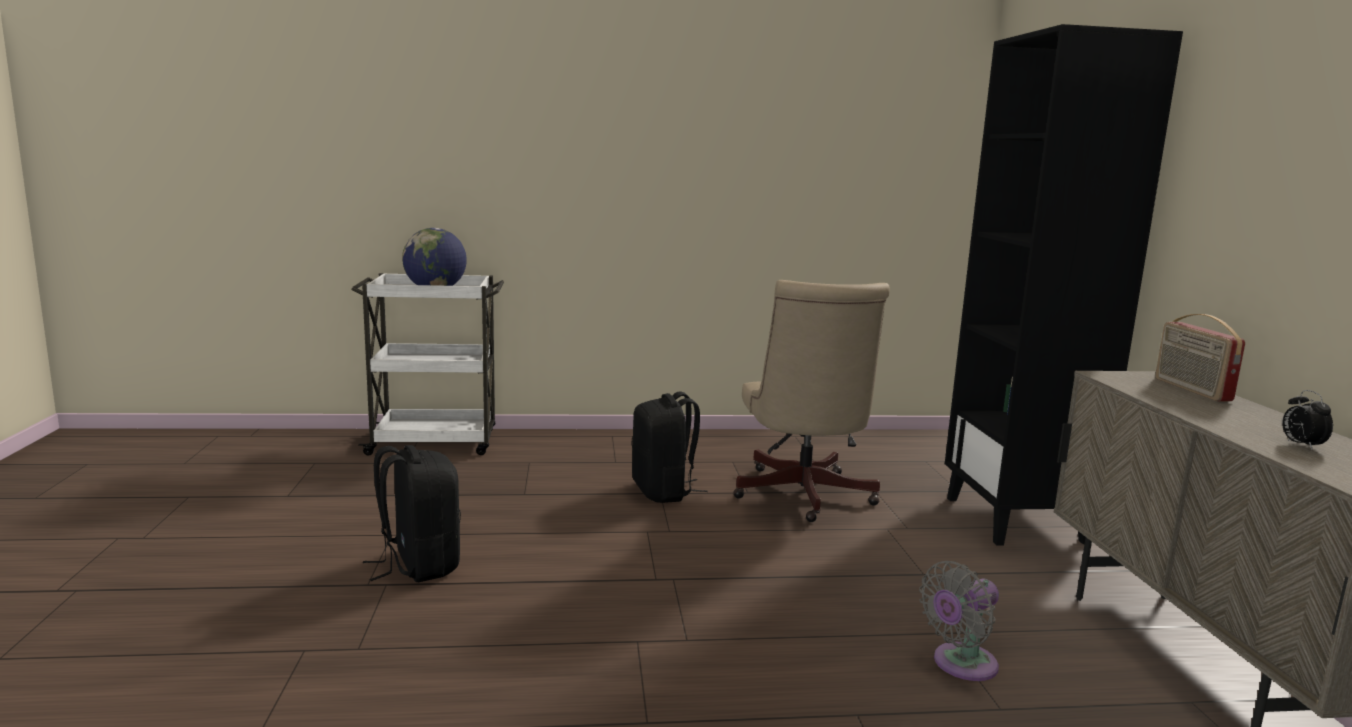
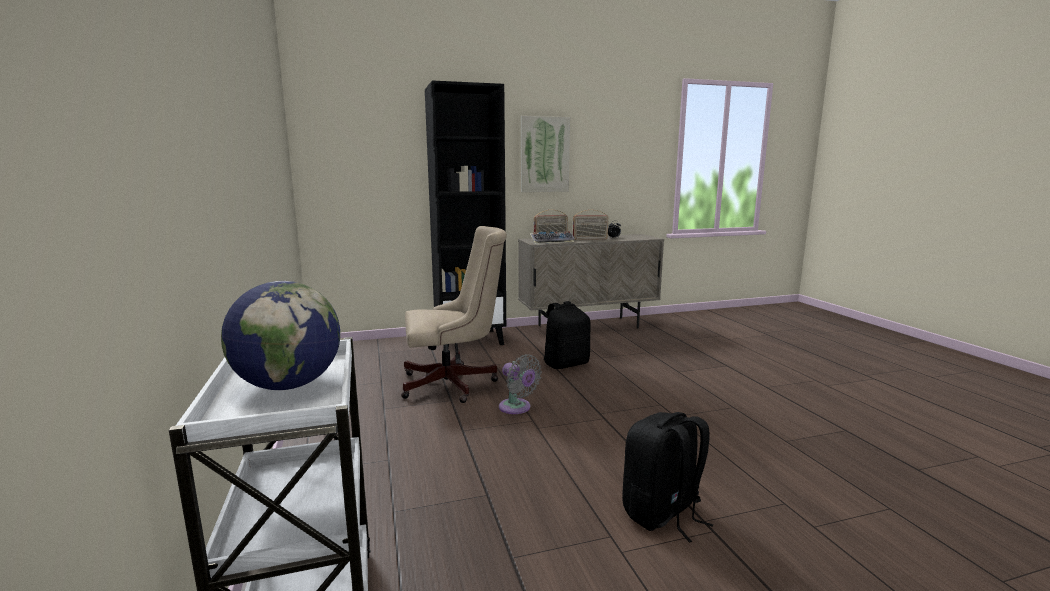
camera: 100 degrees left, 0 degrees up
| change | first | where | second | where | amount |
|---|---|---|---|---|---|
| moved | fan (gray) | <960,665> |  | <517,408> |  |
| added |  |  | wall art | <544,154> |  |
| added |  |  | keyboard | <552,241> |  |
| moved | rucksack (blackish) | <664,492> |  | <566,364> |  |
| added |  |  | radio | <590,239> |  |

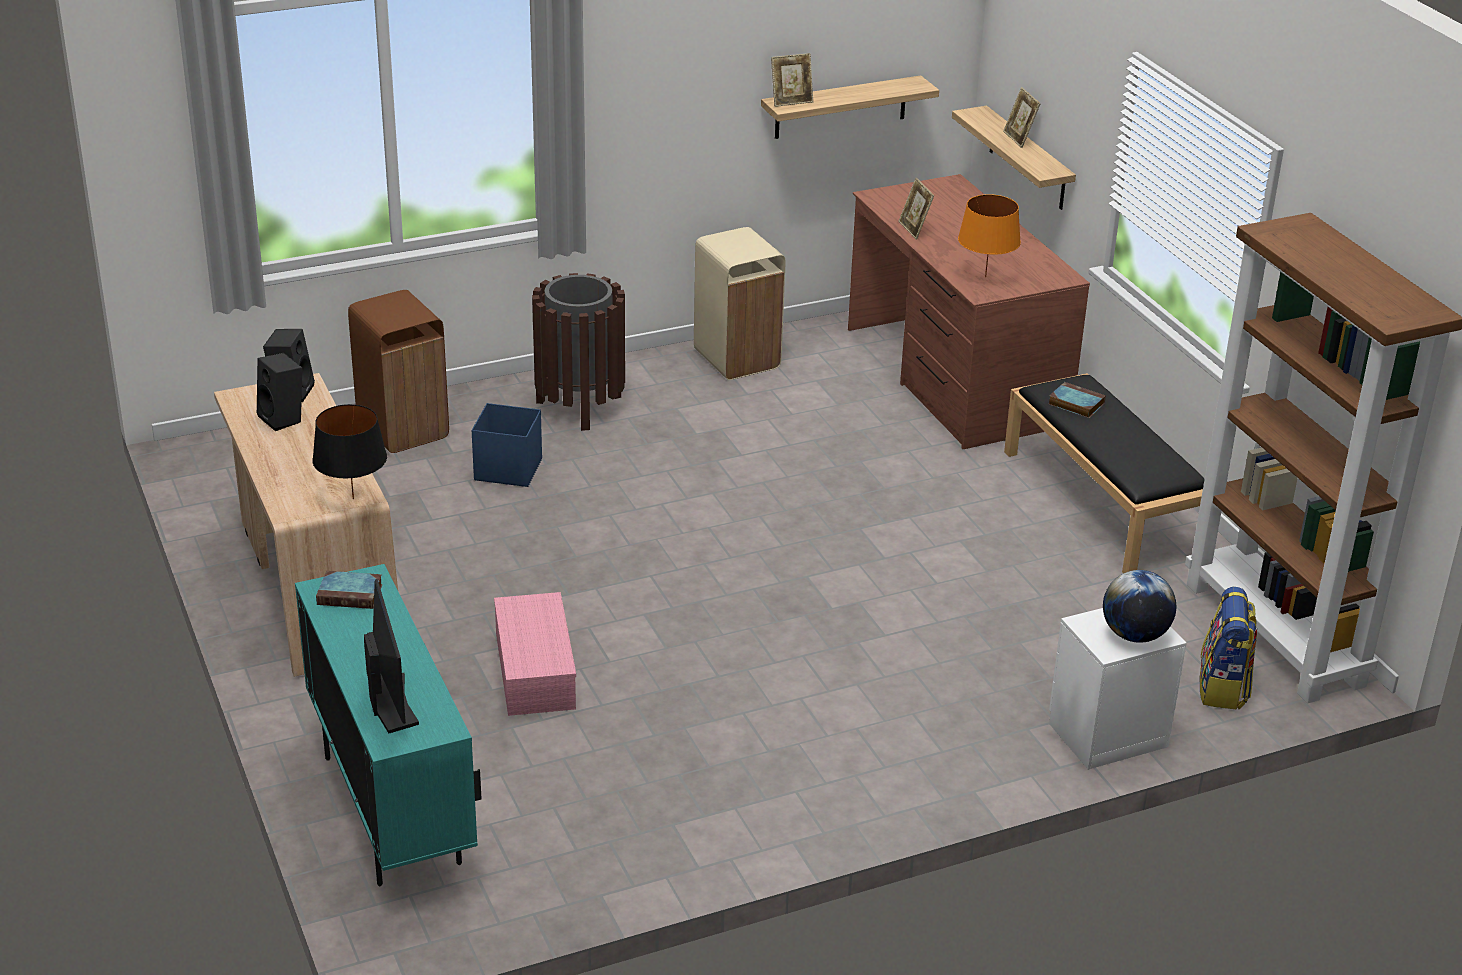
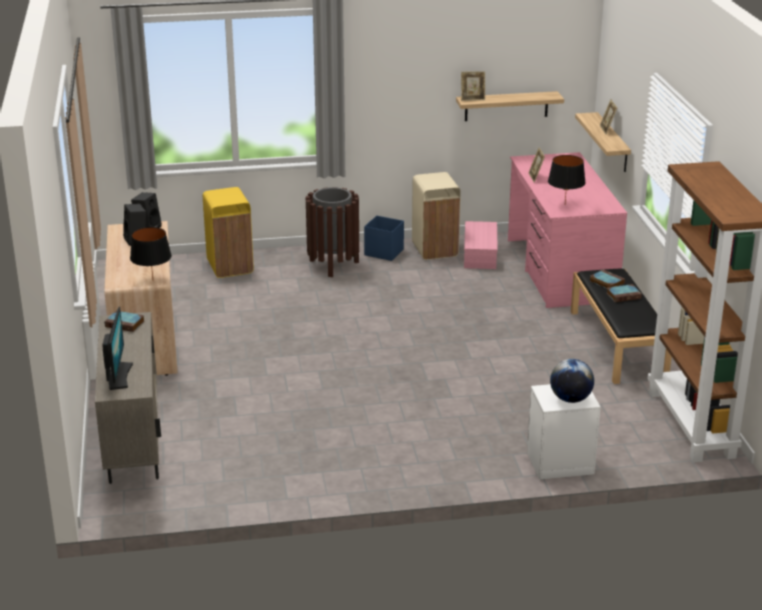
camera: 15 degrees right, 5 degrees down
| change | first | where | second | where | amount |
|---|---|---|---|---|---|
| recoloured | storage cabinet (blue-green) | <391,809> | storage cabinet (beige-coloured) | <134,448> |  |
| recoloured | rubbish bin (brown-coloured) | <403,428> | rubbish bin (yellowish) | <230,266> |  |
| moved | storage container (blue) | <507,469> |  | <383,252> |  |
| moved | storage container (pink-coloured) | <533,669> |  | <479,254> |  |
| recoloured | desk table (brown-coloured) | <954,376> | desk table (pink-coloured) | <560,270> |  |
| recoloured | lamp for a table (orange-coloured) | <985,277> | lamp for a table (blackish) | <564,204> |  |
| added |  |  | book | <624,295> |  |
| removed | rucksack | <1223,688> |  |  |  |

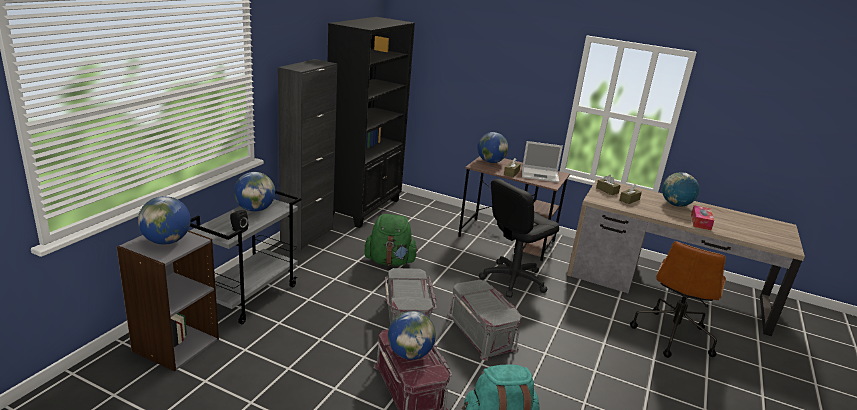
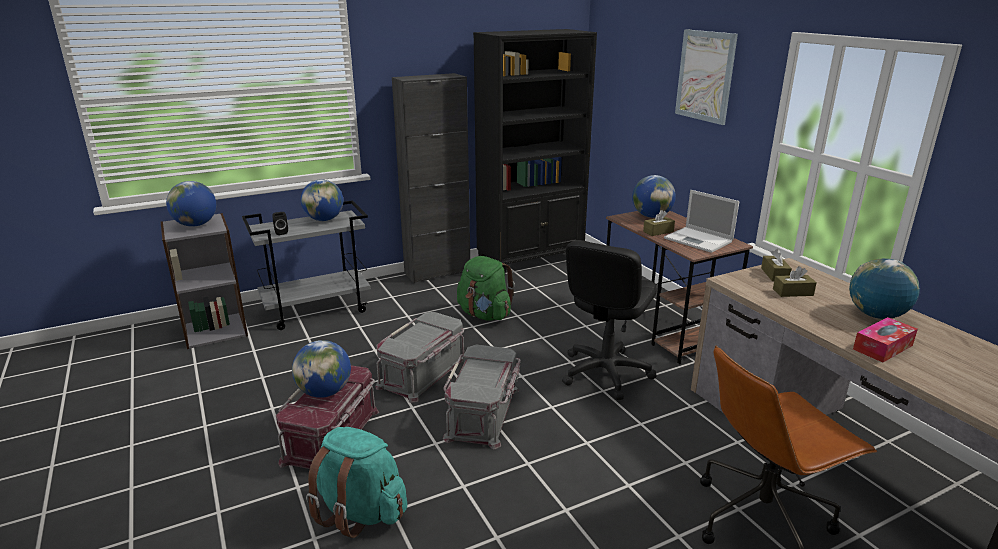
camera: 40 degrees right, 0 degrees up
| change | first | where | second | where | amount |
|---|---|---|---|---|---|
| turned | desk chair (blackish) | <513,280> |  | <605,373> | 60 degrees counterclockwise |
| added |  |  | wall art | <705,76> |  |

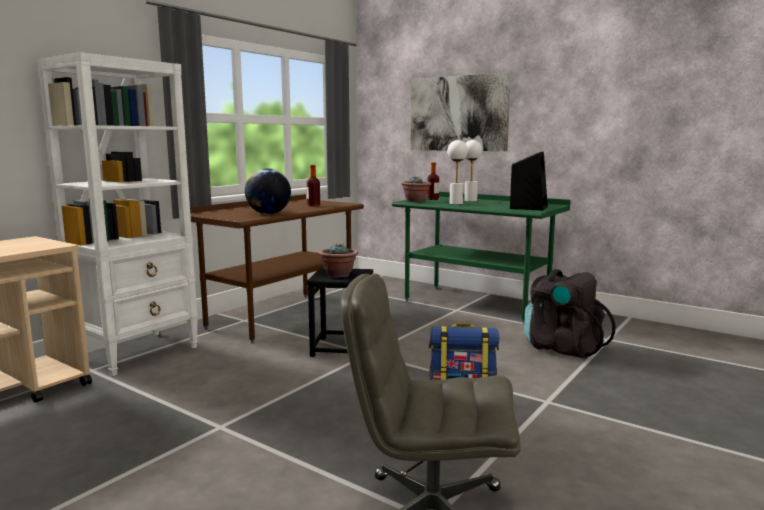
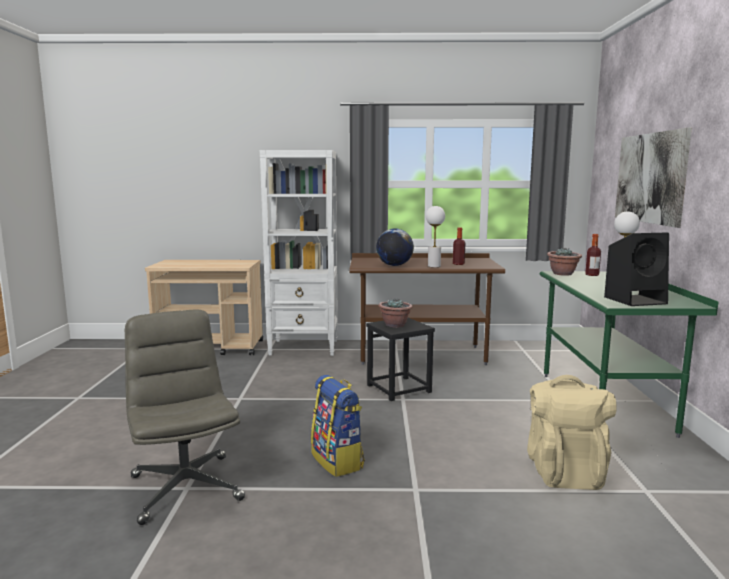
camera: 55 degrees right, 0 degrees up
| change | first | where | second | where | amount |
|---|---|---|---|---|---|
| moved | lamp for a table (white-coloured) | <456,203> |  | <434,266> |  |
| recoloured | rucksack (blackish) | <562,348> | rucksack (beige-coloured) | <564,470> |  |

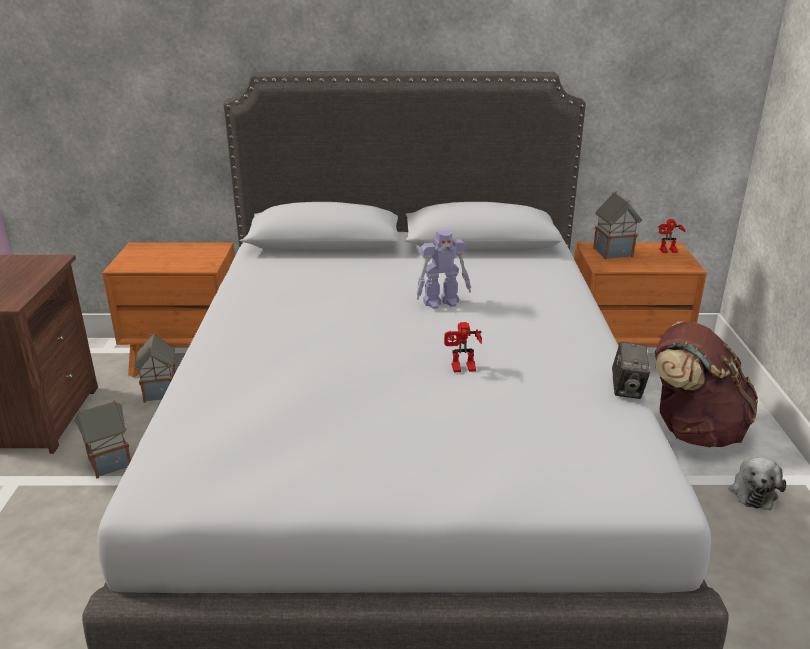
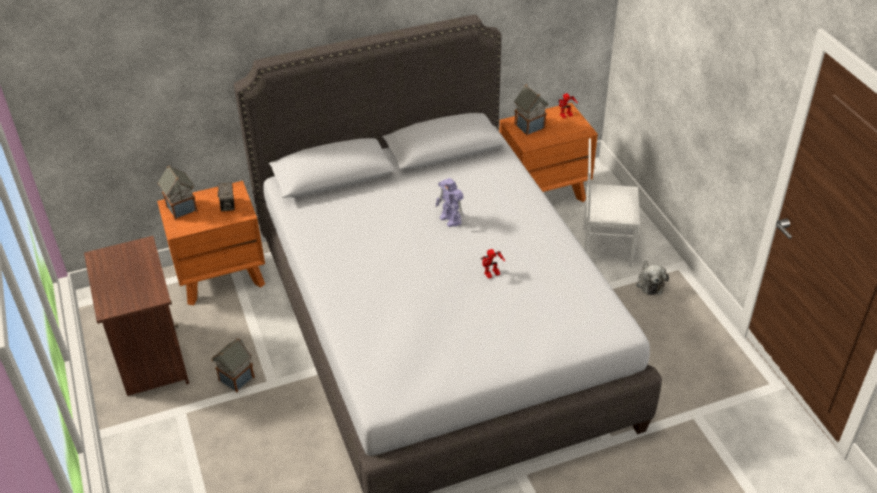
camera: 20 degrees left, 15 degrees up
| change | first | where | second | where | amount |
|---|---|---|---|---|---|
| moved | model house | <160,392> |  | <181,208> |  |
| moved | photo camera | <627,389> |  | <228,205> |  |
| turned | toy robot | <442,302> |  | <450,220> | 90 degrees clockwise |
| replaced | rucksack (brown-coloured) | <693,430> | plain chair (white-coloured) | <605,246> |  |

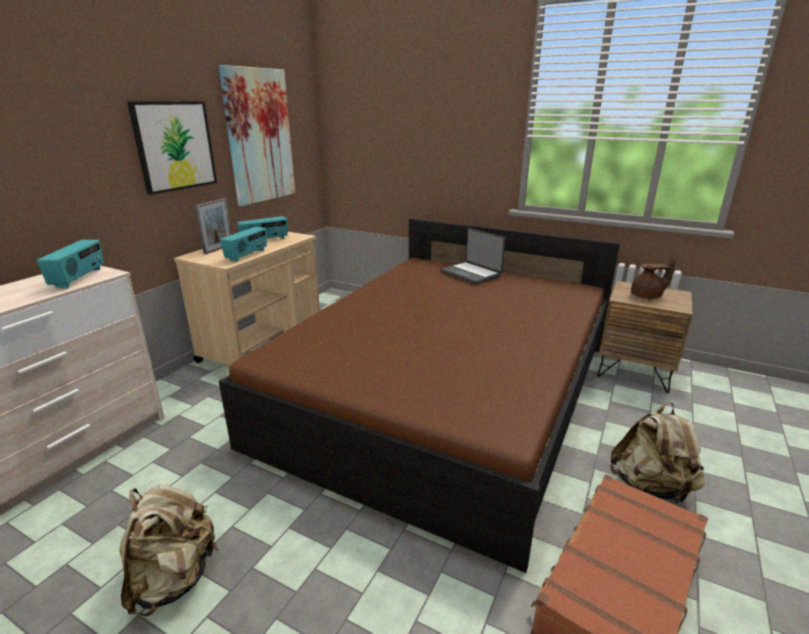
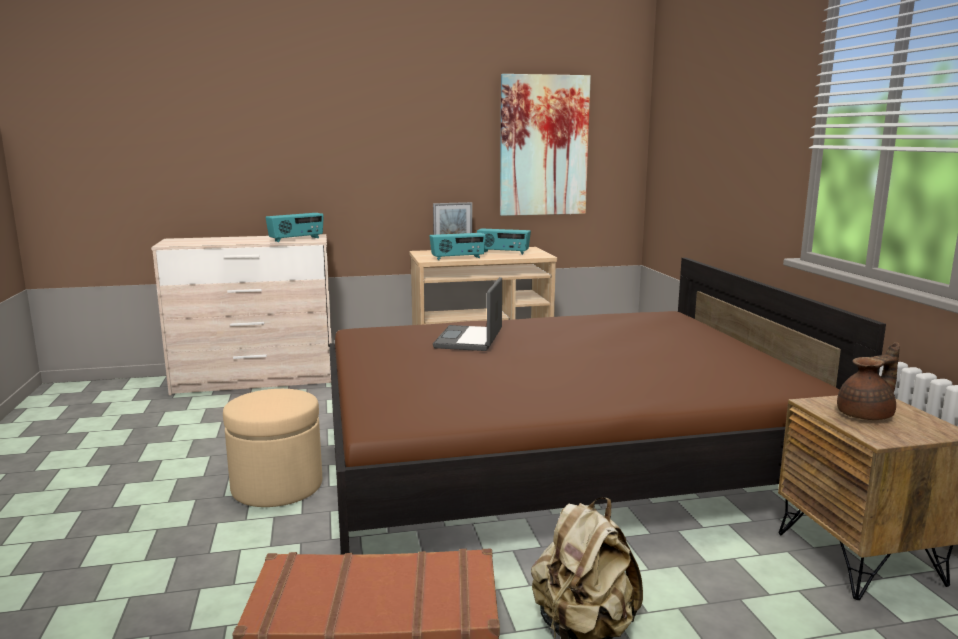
camera: 50 degrees right, 10 degrees down
| change | first | where | second | where | amount |
|---|---|---|---|---|---|
| added |  |  | pouffe (beige-coloured) | <277,486> |  |
| moved | portable computer | <472,273> |  | <470,340> |  |
| turned | teapot (brown-coloured) | <647,296> |  | <867,415> | 75 degrees counterclockwise |
| removed | rucksack (beige-coloured) | <174,578> |  |  |  |
| removed | wall art | <174,146> |  |  |  |

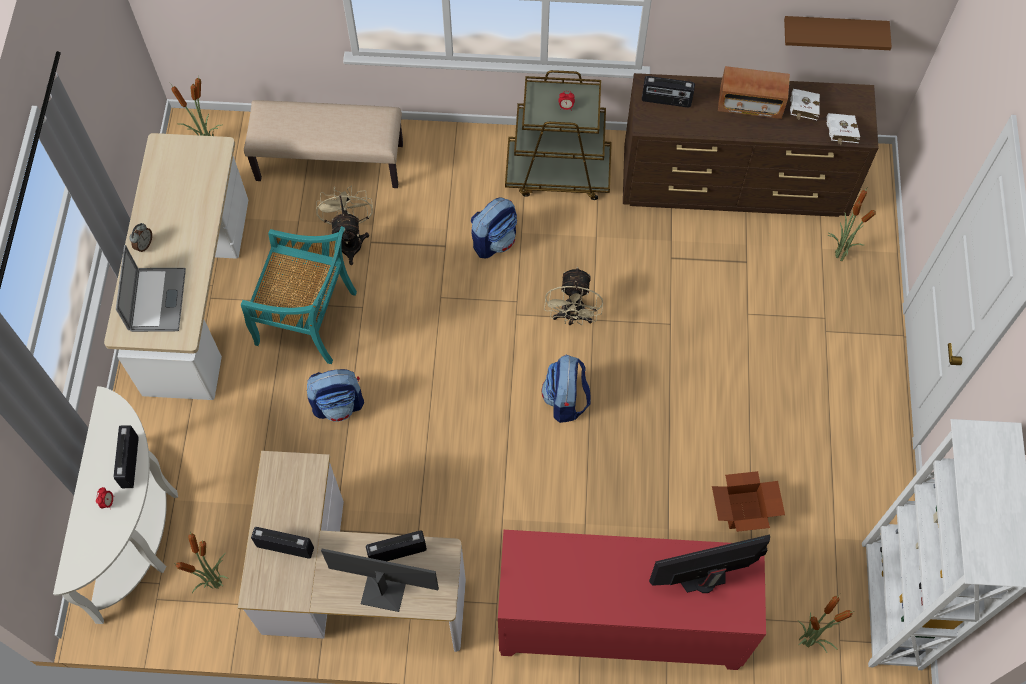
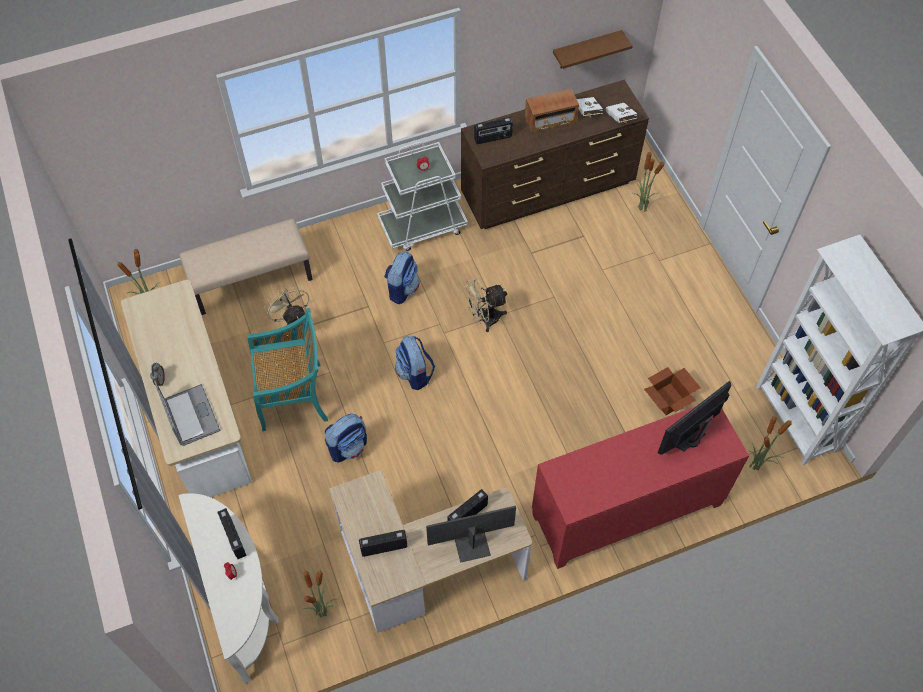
camera: 25 degrees left, 5 degrees down
| change | first | where | second | where | amount |
|---|---|---|---|---|---|
| recoloured | wheeled cart (brown-coloured) | <558,173> | wheeled cart (white-coloured) | <423,226> |  |
| moved | rucksack | <565,400> |  | <415,373> |  |
| turned | fan (beige-coloured) | <572,317> |  | <484,319> | 90 degrees clockwise |

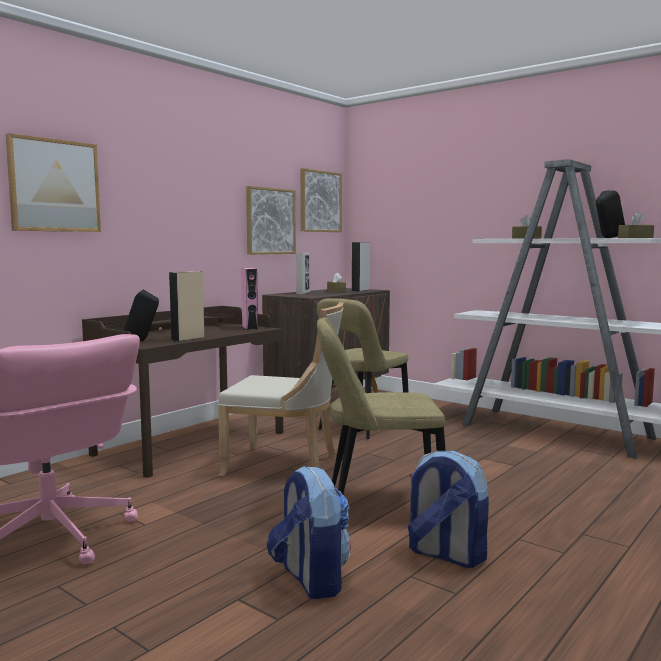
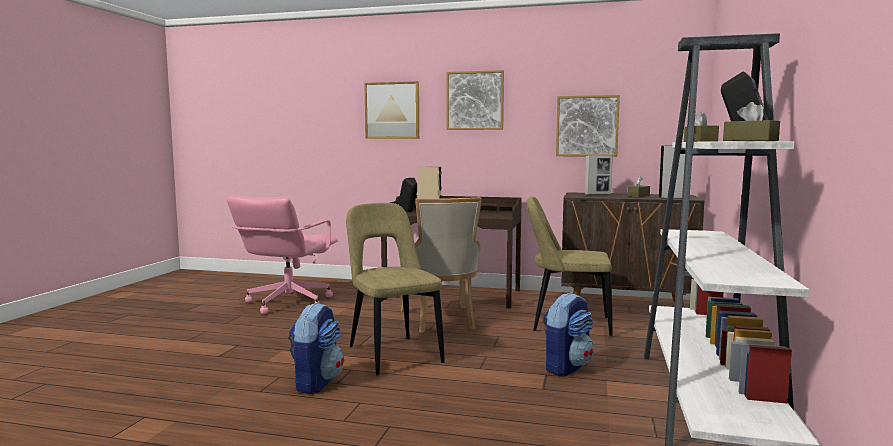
camera: 65 degrees right, 0 degrees up
| change | first | where | second | where | amount |
|---|---|---|---|---|---|
| moved | wall art | <320,201> |  | <475,100> |  |
| moved | rucksack | <310,579> |  | <566,367> |  |
| removed | loudspeaker (pink-coloured) | <250,328> |  |  |  |

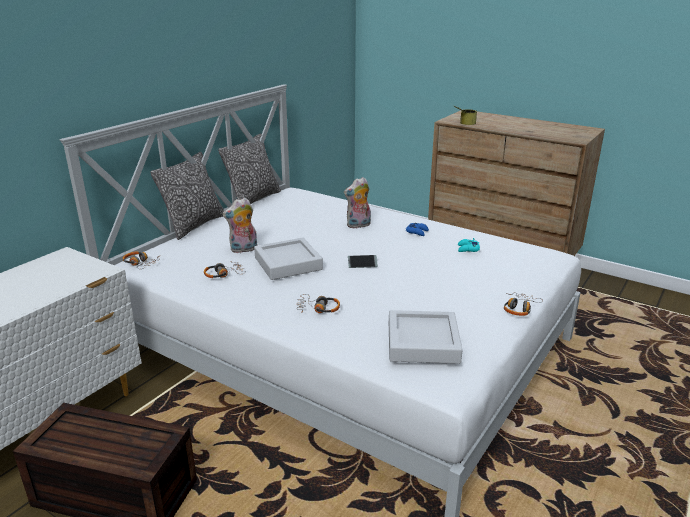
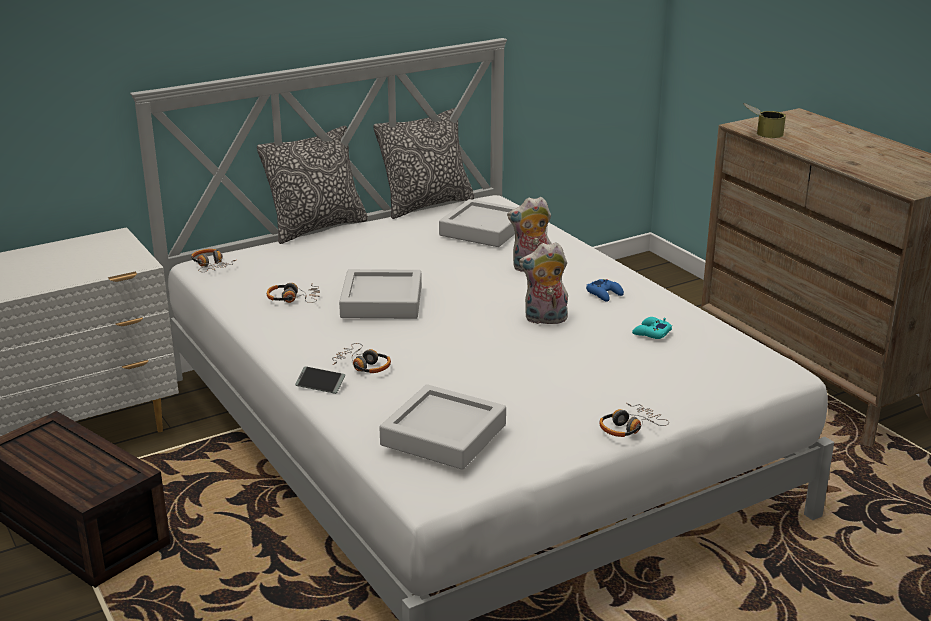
camera: 25 degrees right, 0 degrees up
| change | first | where | second | where | amount |
|---|---|---|---|---|---|
| moved | telephone | <362,264> |  | <320,384> |  |
| added |  |  | tray (gray) | <483,230> |  |
| moved | soft toy | <243,250> |  | <545,320> |  |

